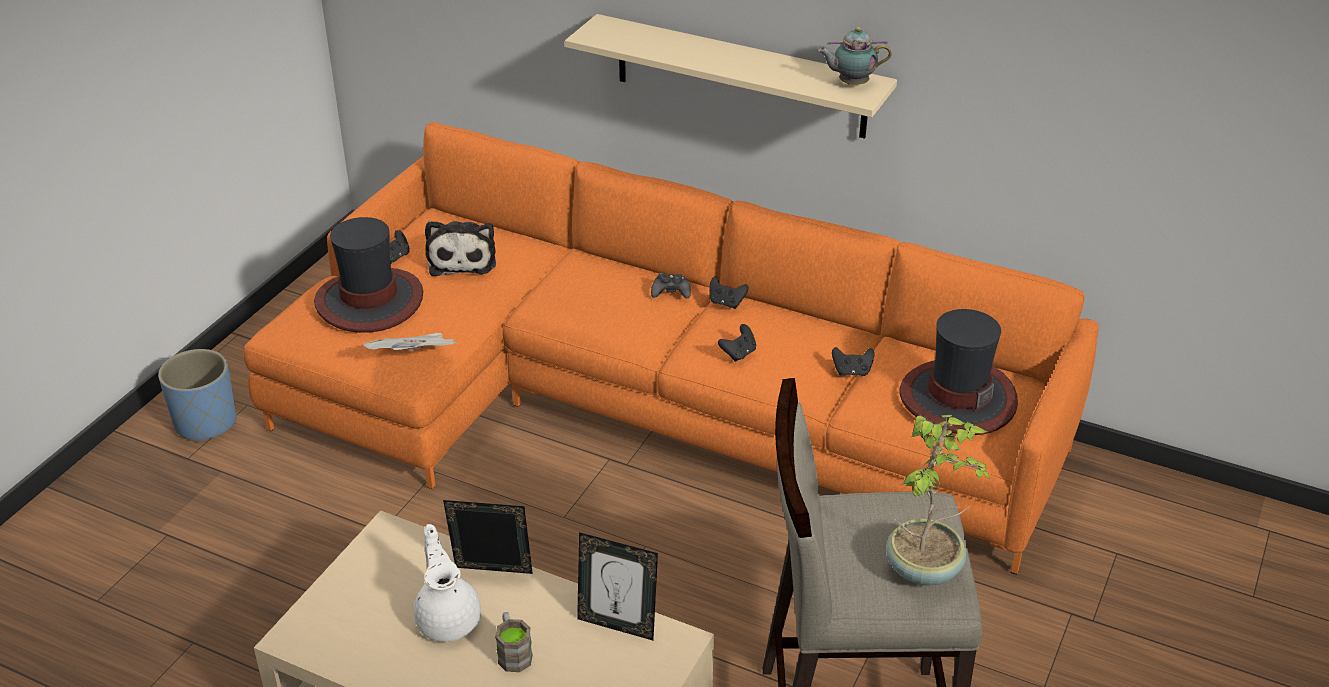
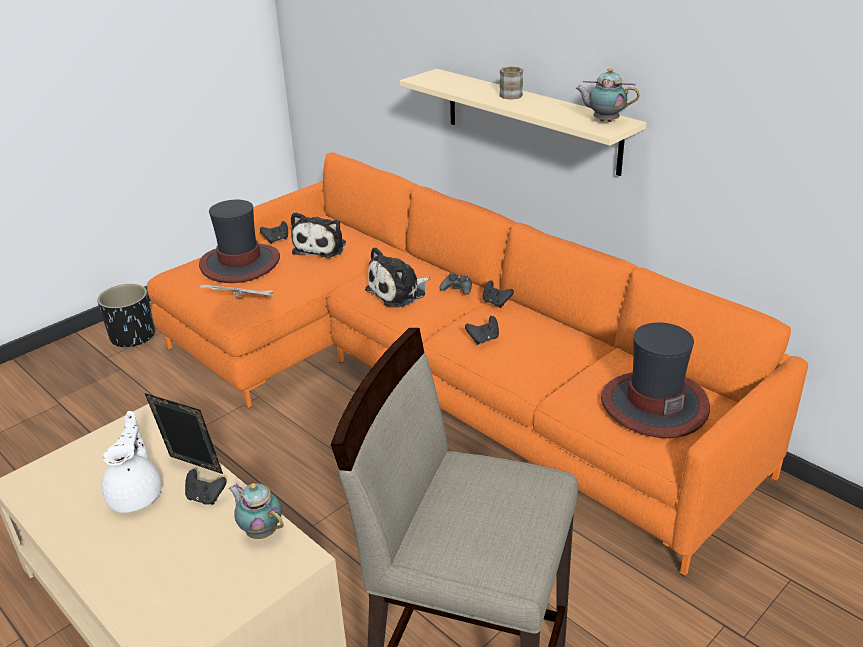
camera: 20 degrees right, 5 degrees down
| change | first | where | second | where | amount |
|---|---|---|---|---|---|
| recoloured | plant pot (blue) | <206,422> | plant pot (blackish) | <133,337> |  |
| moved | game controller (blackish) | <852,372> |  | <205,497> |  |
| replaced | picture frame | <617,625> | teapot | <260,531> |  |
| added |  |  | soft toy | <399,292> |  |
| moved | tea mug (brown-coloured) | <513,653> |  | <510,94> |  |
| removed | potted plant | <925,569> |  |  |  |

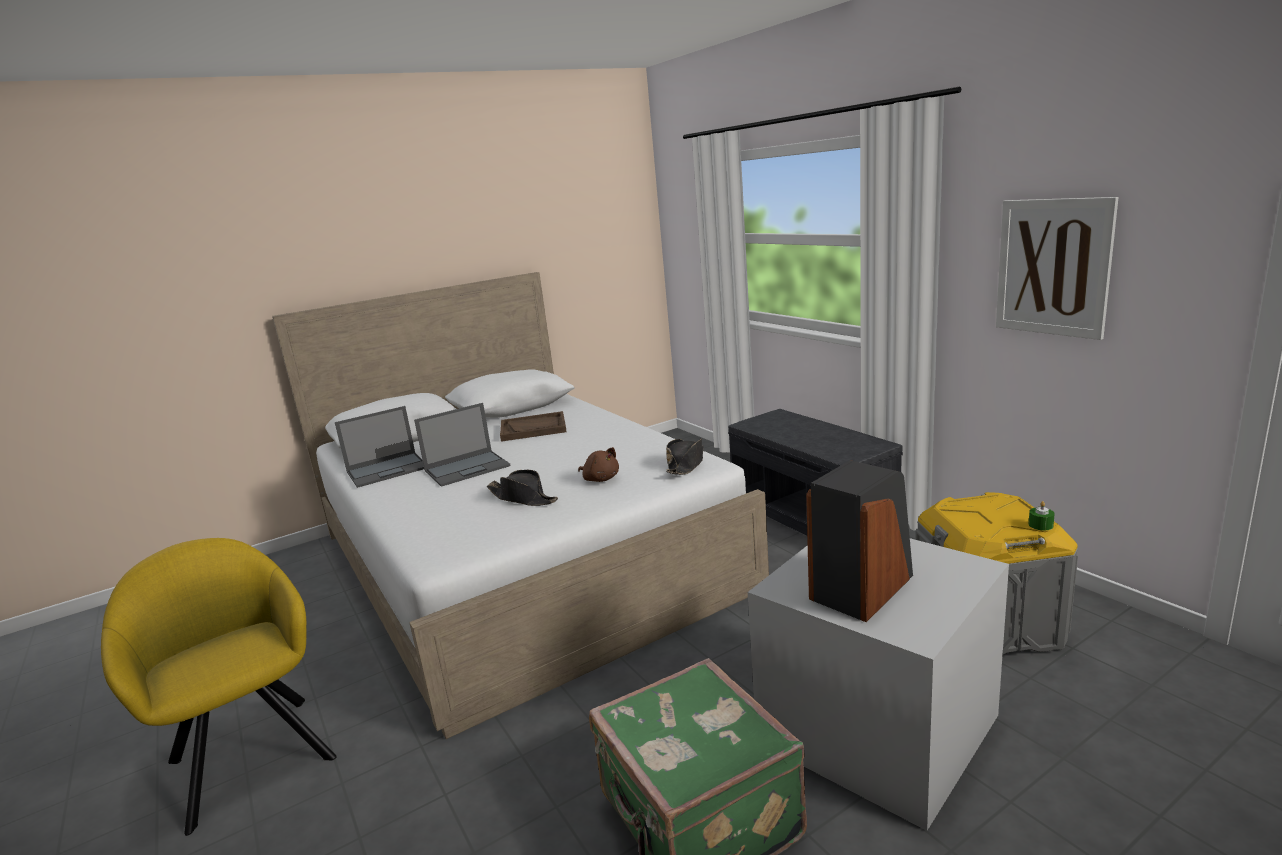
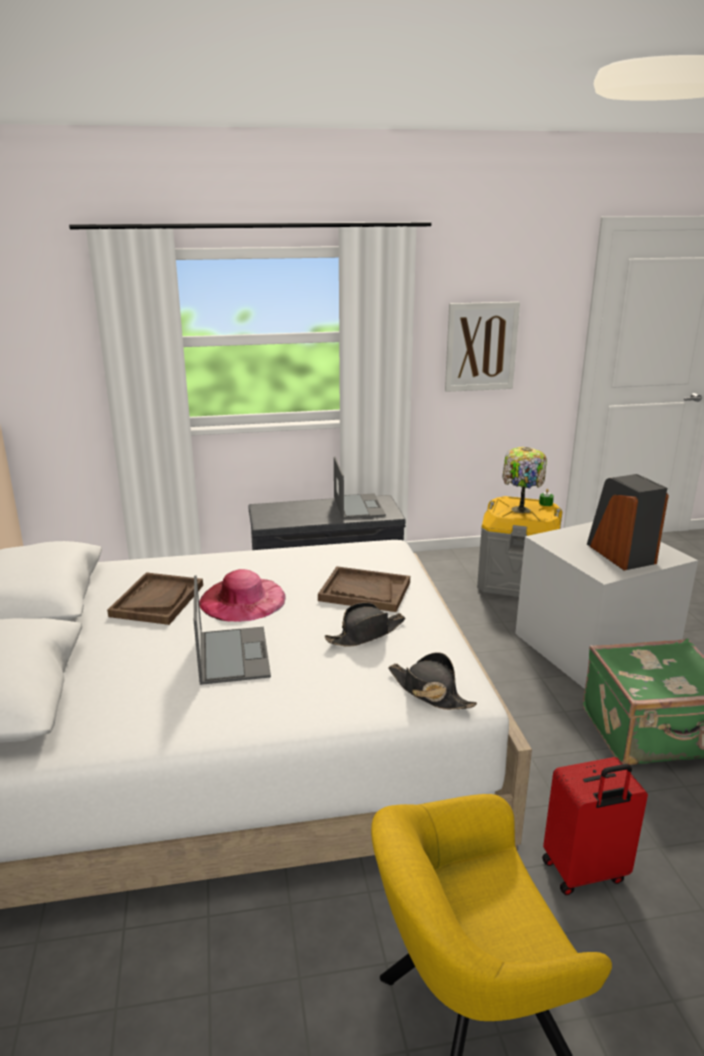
camera: 70 degrees left, 5 degrees up
| change | first | where | second | where | amount |
|---|---|---|---|---|---|
| added |  |  | clothing hat (pink-coloured) | <242,599> |  |
| replaced | soft toy (brown-coloured) | <600,479> | tray (brown-coloured) | <364,591> |  |
| moved | portable computer | <388,469> |  | <358,506> |  |
| moved | clothing hat (blackish) | <686,464> |  | <429,692> |  |
| added |  |  | lamp for a table | <519,510> |  |
| added |  |  | travel case (red) | <585,873> |  |

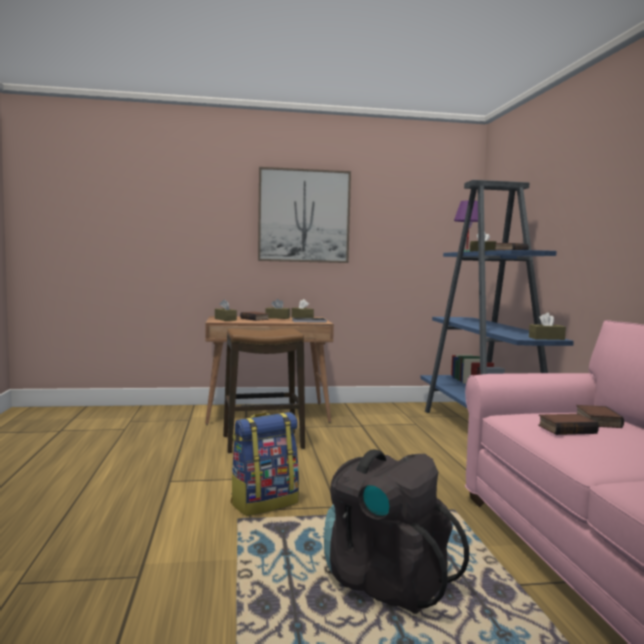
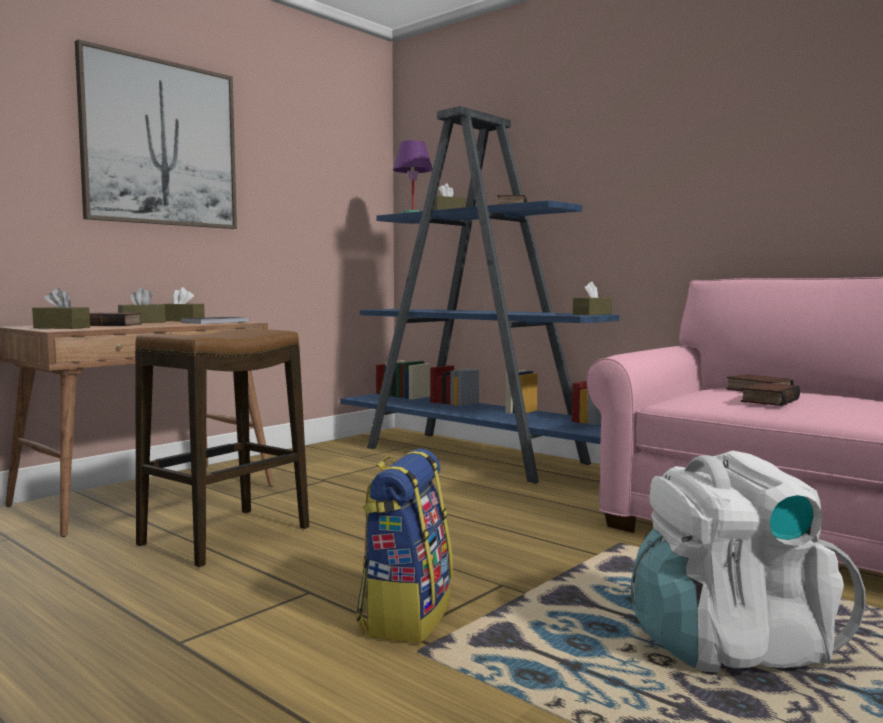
camera: 40 degrees left, 0 degrees up
| change | first | where | second | where | amount |
|---|---|---|---|---|---|
| recoloured | rucksack (blackish) | <385,582> | rucksack (white-coloured) | <730,646> |  |

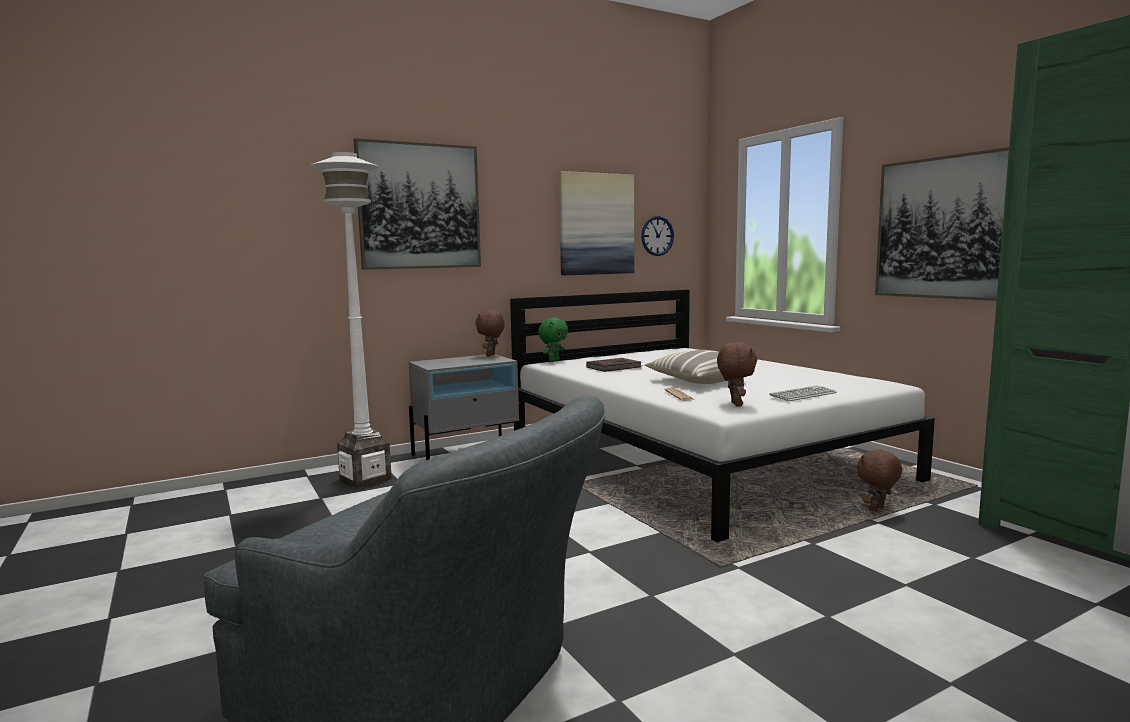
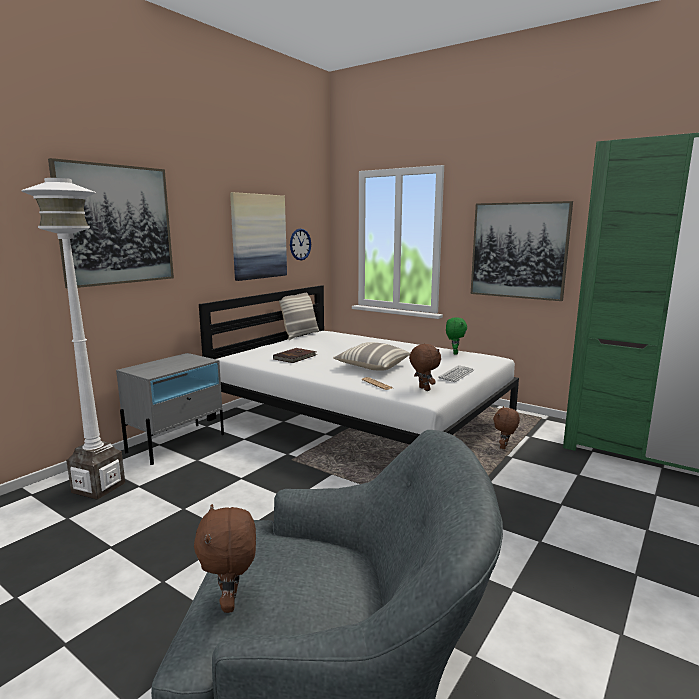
camera: 25 degrees left, 5 degrees up
| change | first | where | second | where | amount |
|---|---|---|---|---|---|
| moved | soft toy (brown-coloured) | <491,355> |  | <231,602> |  |
| added |  |  | throw pillow | <300,335> |  |
| moved | soft toy (green) | <553,361> |  | <454,353> |  |

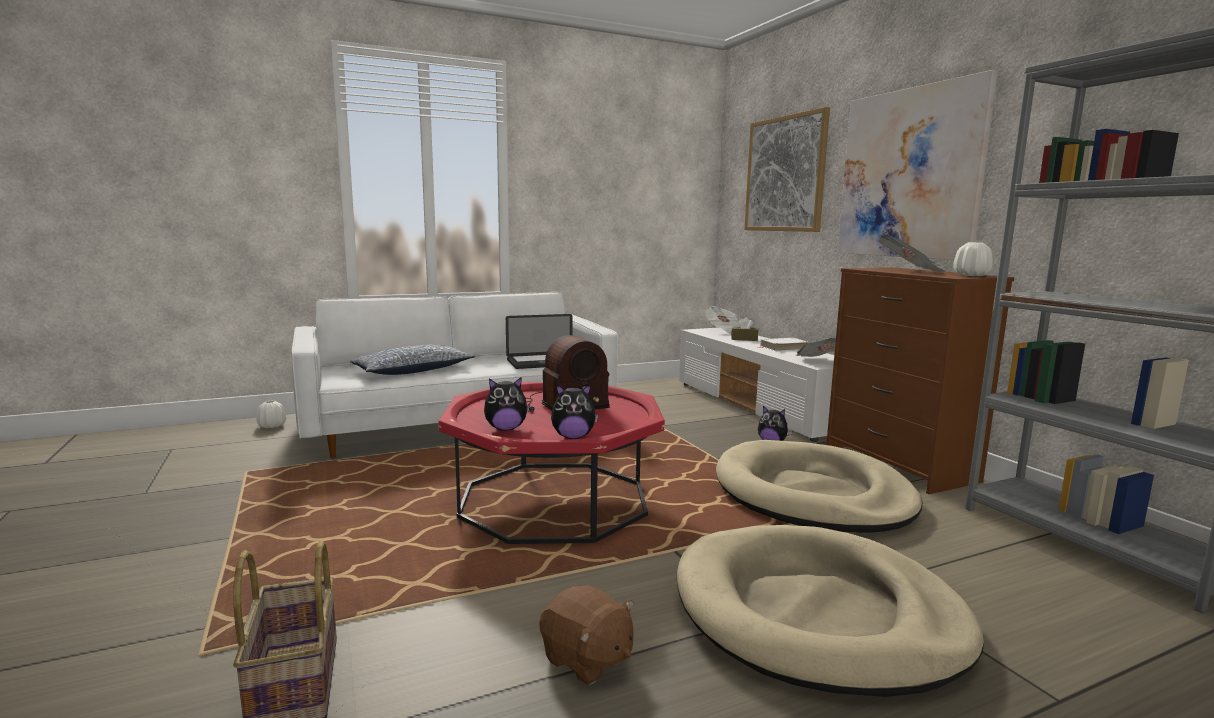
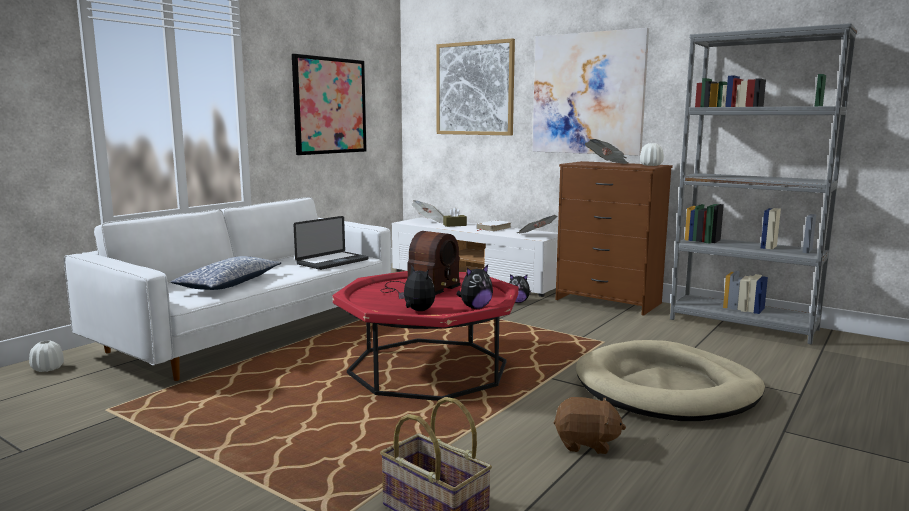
camera: 30 degrees left, 0 degrees up
| change | first | where | second | where | amount |
|---|---|---|---|---|---|
| added |  |  | wall art | <330,106> |  |
| turned | soft toy | <506,429> |  | <417,311> | 90 degrees counterclockwise |
| removed | pet bed (beige-coloured) | <812,494> |  |  |  |

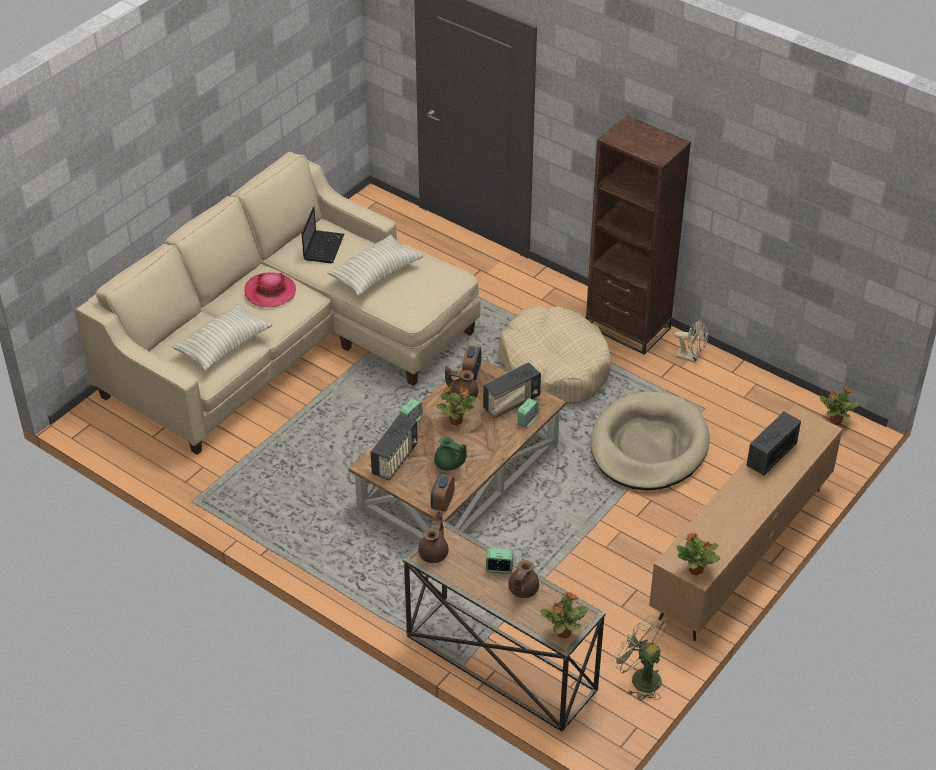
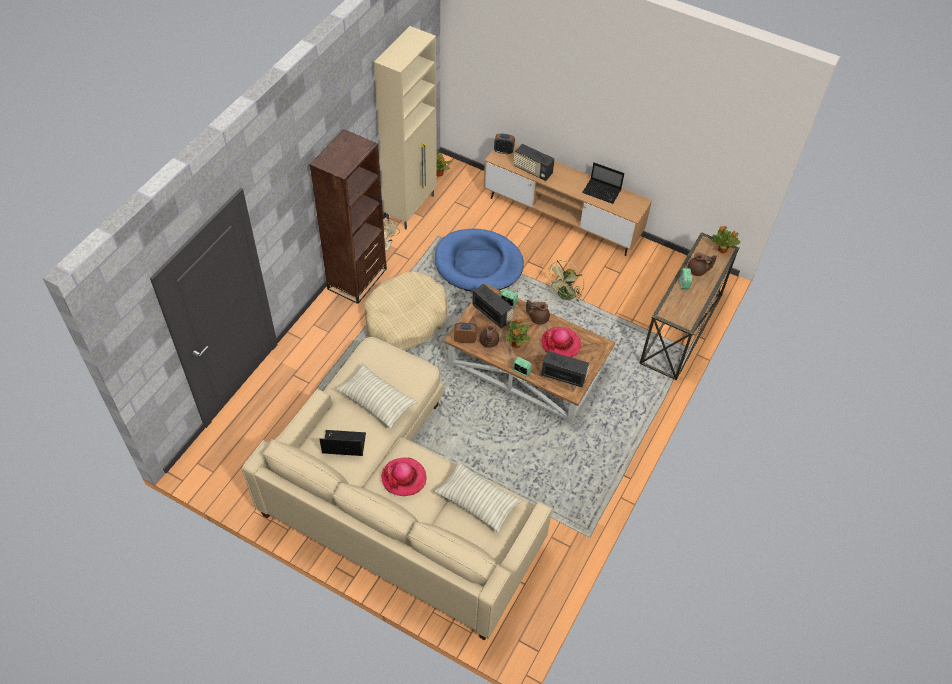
camera: 100 degrees left, 10 degrees up
| change | first | where | second | where | amount |
|---|---|---|---|---|---|
| added |  |  | storage cabinet (beige-coloured) | <411,207> |  |
| recoloured | pet bed (beige-coloured) | <648,446> | pet bed (blue) | <478,264> |  |
| moved | bedside clock | <442,503> |  | <503,151> |  |
| moved | teapot (brown-coloured) | <434,553> |  | <538,318> |  |
| replaced | teapot (green) | <449,464> | clothing hat | <561,343> |  |
| moved | fan (green) | <640,677> |  | <565,296> |  |
| added |  |  | portable computer | <602,192> |  |
| removed | potted plant | <696,570> |  |  |  |

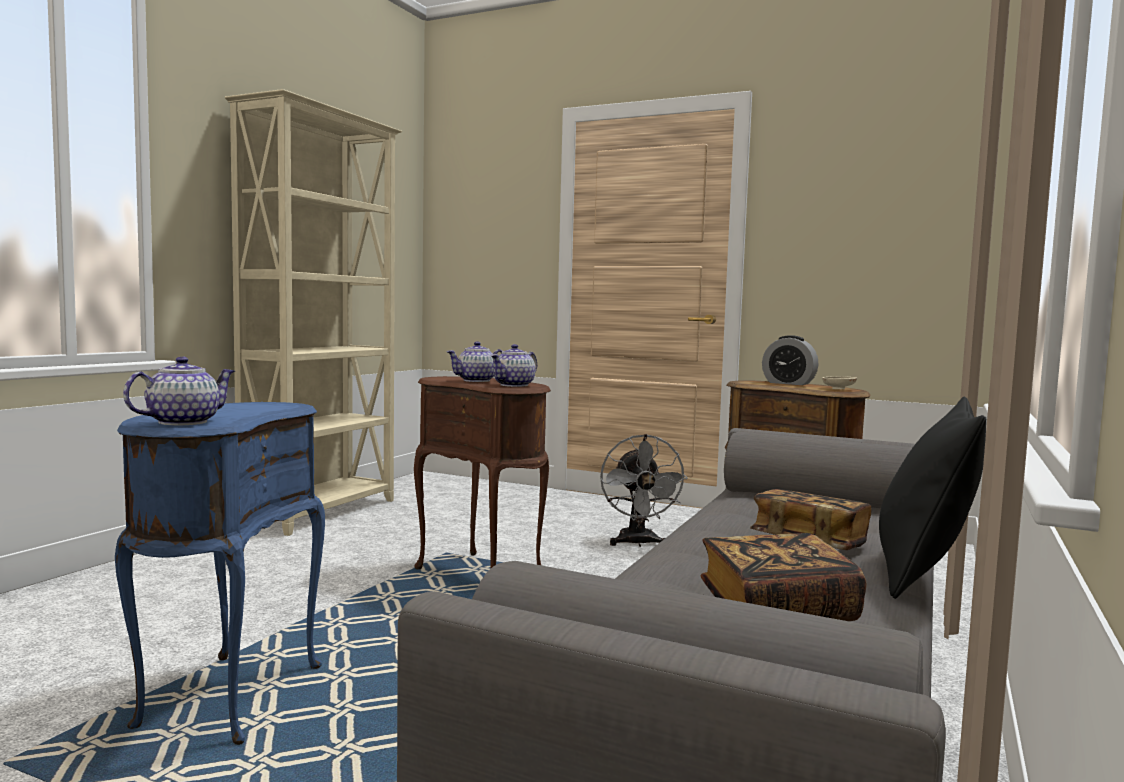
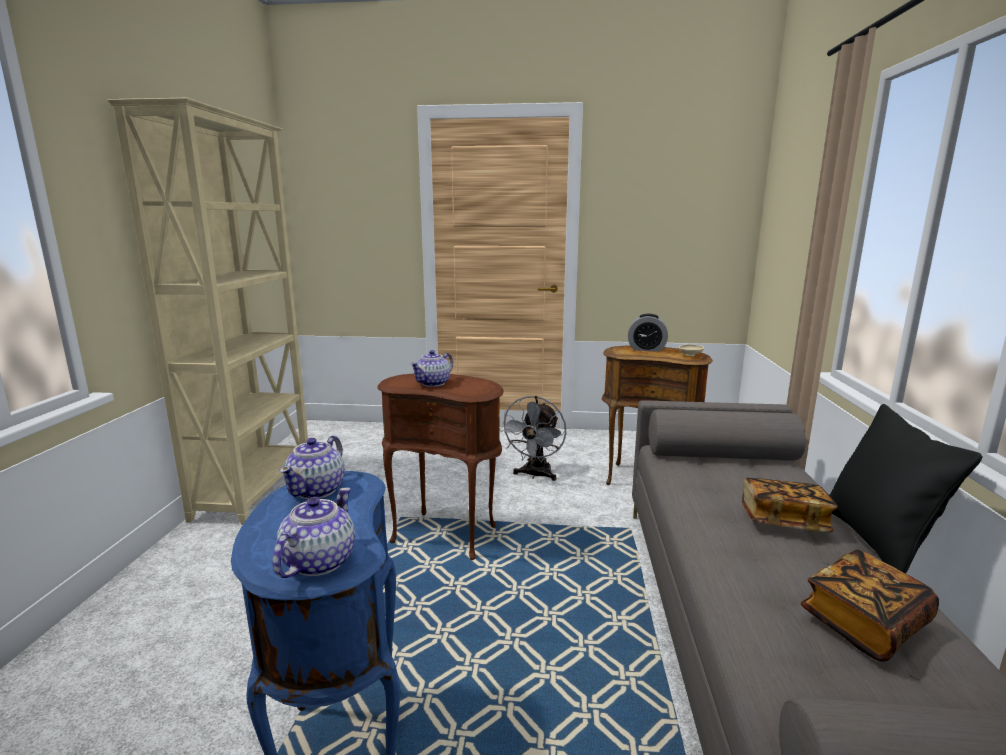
camera: 20 degrees left, 10 degrees up
| change | first | where | second | where | amount |
|---|---|---|---|---|---|
| moved | teapot | <514,385> |  | <317,490> |  |
| turned | fan (gray) | <638,543> |  | <535,475> | 45 degrees clockwise |

